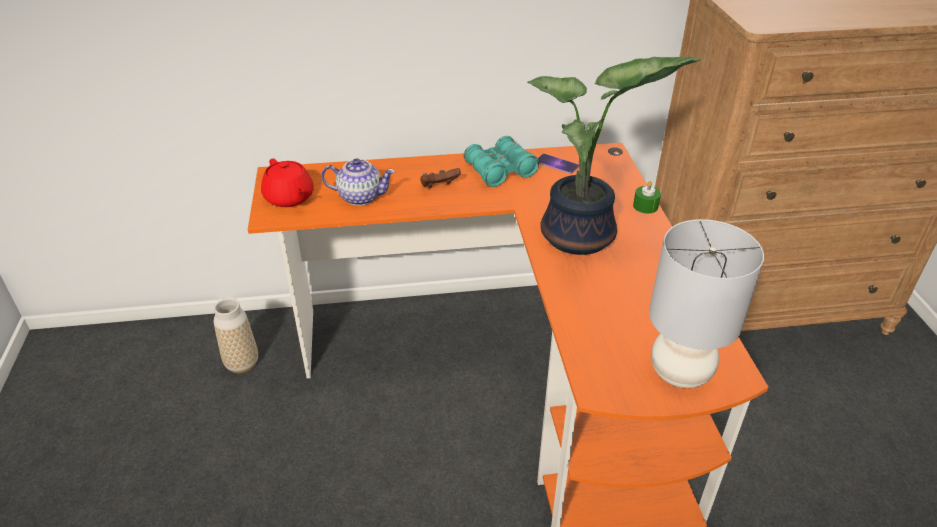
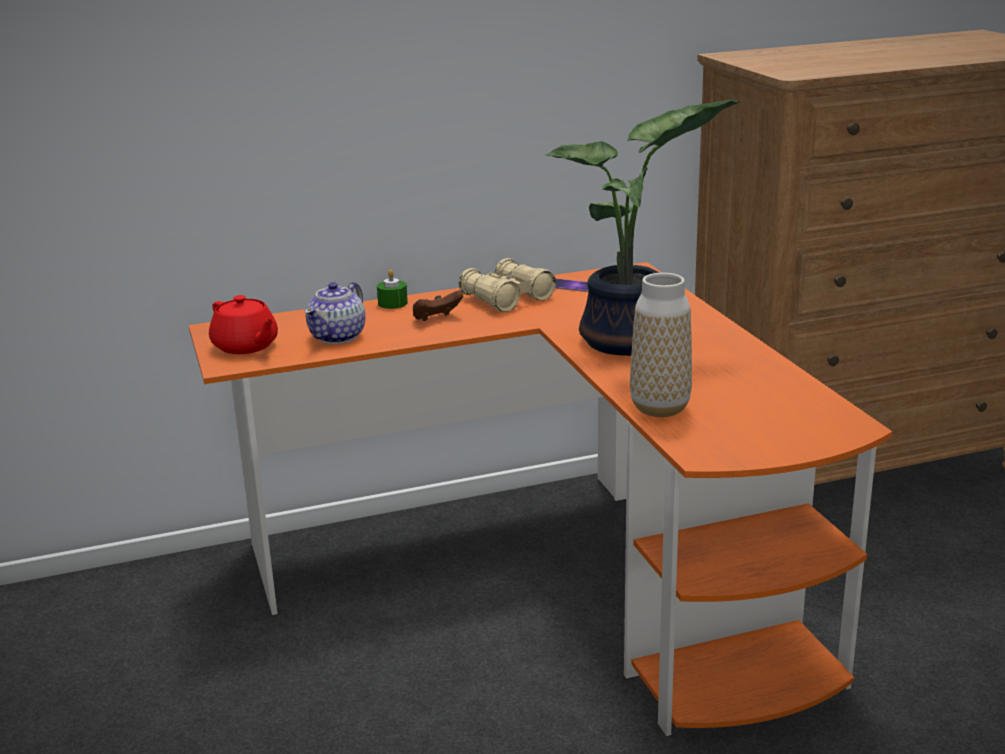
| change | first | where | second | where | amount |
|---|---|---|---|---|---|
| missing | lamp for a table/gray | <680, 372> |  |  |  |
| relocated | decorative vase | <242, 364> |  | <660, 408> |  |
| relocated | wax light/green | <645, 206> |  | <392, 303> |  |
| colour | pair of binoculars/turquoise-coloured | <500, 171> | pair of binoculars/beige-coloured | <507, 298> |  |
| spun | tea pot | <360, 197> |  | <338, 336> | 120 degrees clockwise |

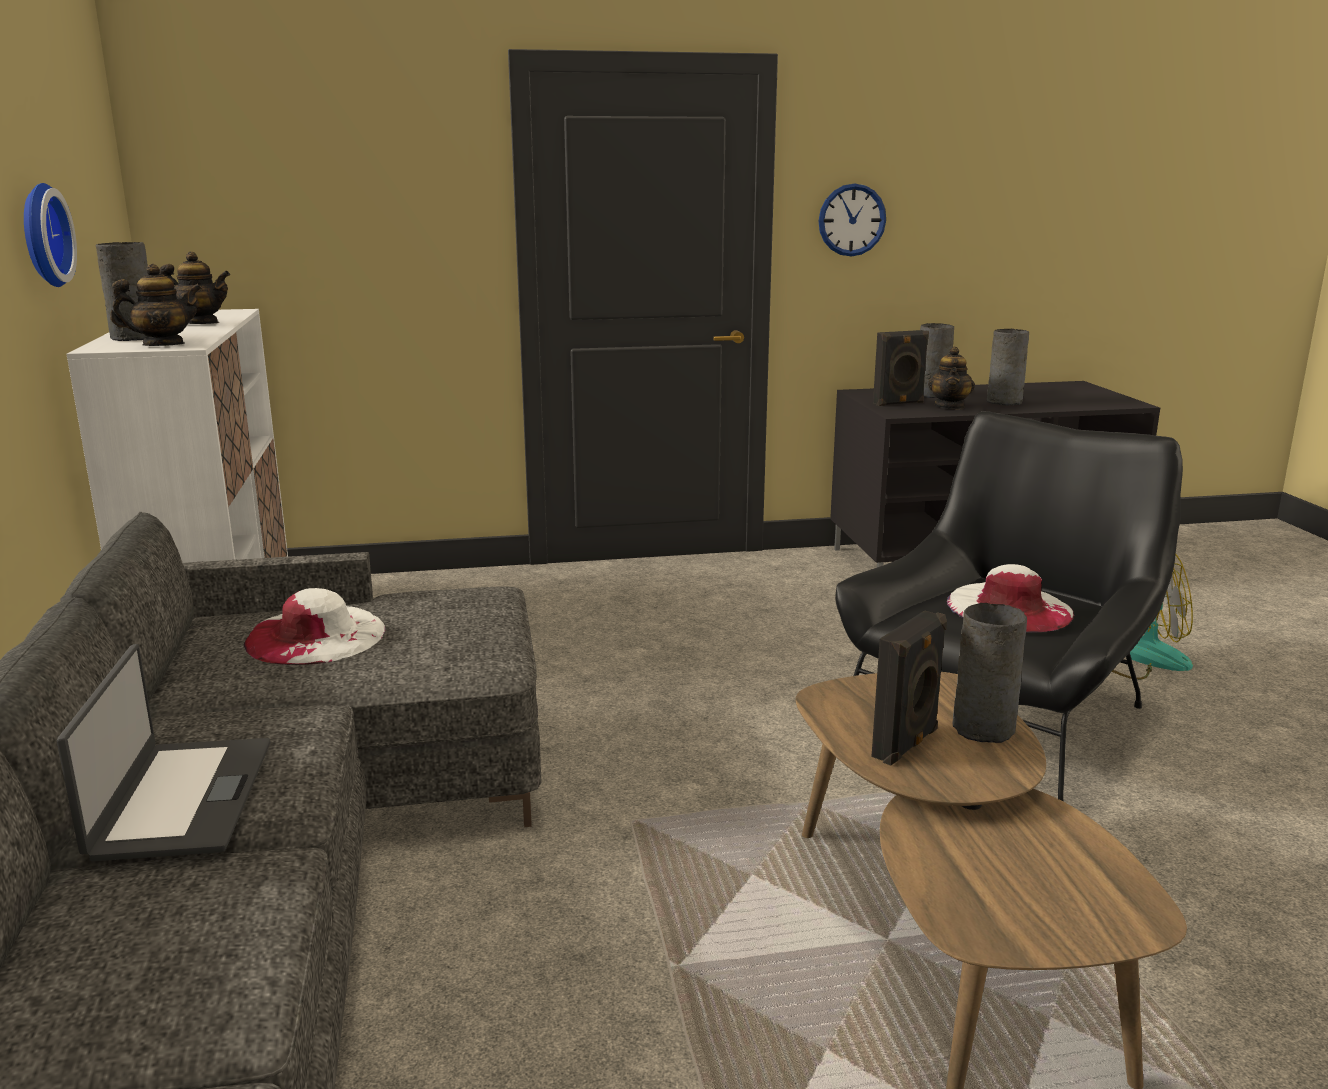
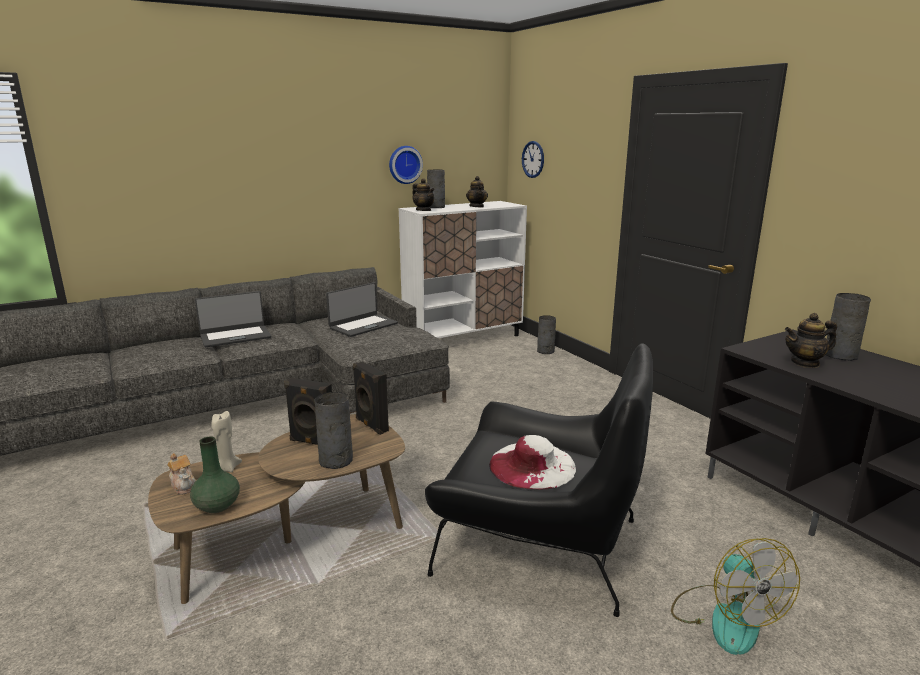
| change | first | where | second | where | amount |
|---|---|---|---|---|---|
| appeared |  |  | tea pot | <184, 485> |  |
| appeared |  |  | decorative vase/green | <216, 506> |  |
| appeared |  |  | wax light/beige-coloured | <227, 468> |  |
| relocated | clock on the wall | <852, 220> |  | <533, 159> |  |
| relocated | audio speaker/blackish | <899, 403> |  | <371, 425> |  |
| relocated | decorative vase/gray | <1005, 402> |  | <545, 351> |  |
| exchanged | wearable hat/whitish | <316, 636> | portable computer | <363, 326> |  |

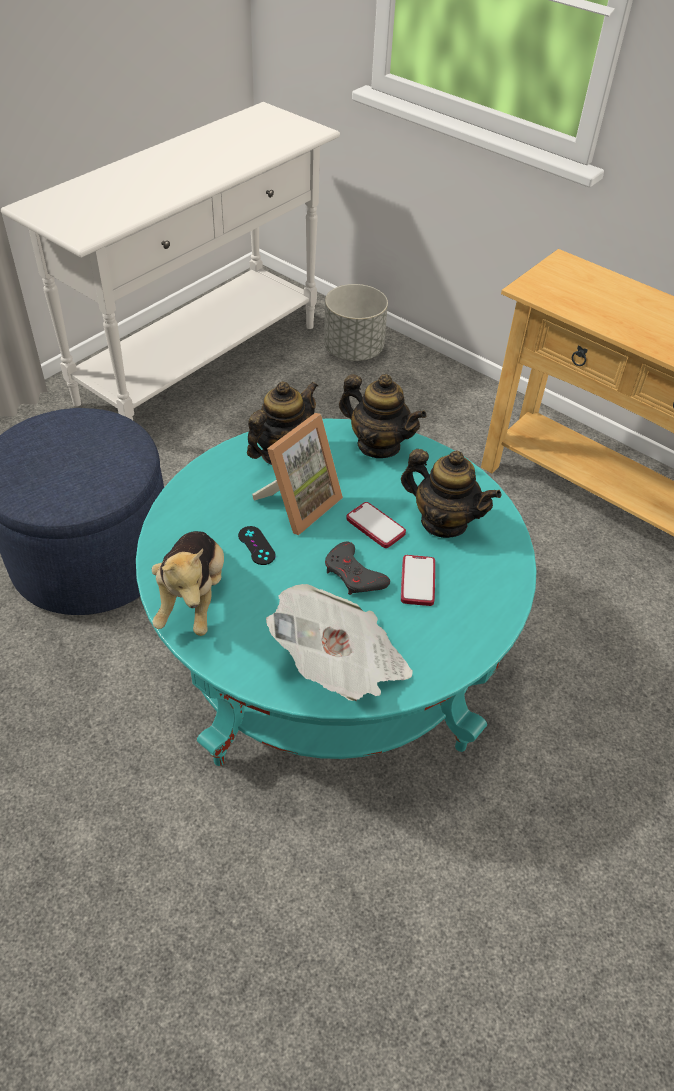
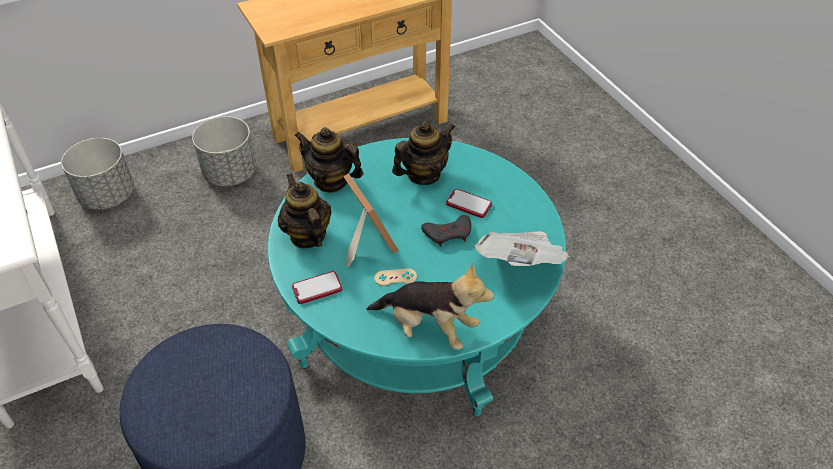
| change | first | where | second | where | amount |
|---|---|---|---|---|---|
| appeared |  |  | planter/gray | <230, 173> |  |
| relocated | handset | <375, 526> |  | <317, 288> |  |
| colour | gamepad/blackish | <256, 545> | gamepad/beige-coloured | <395, 277> |  |
| spun | tea pot | <378, 445> |  | <331, 181> | 120 degrees counterclockwise |

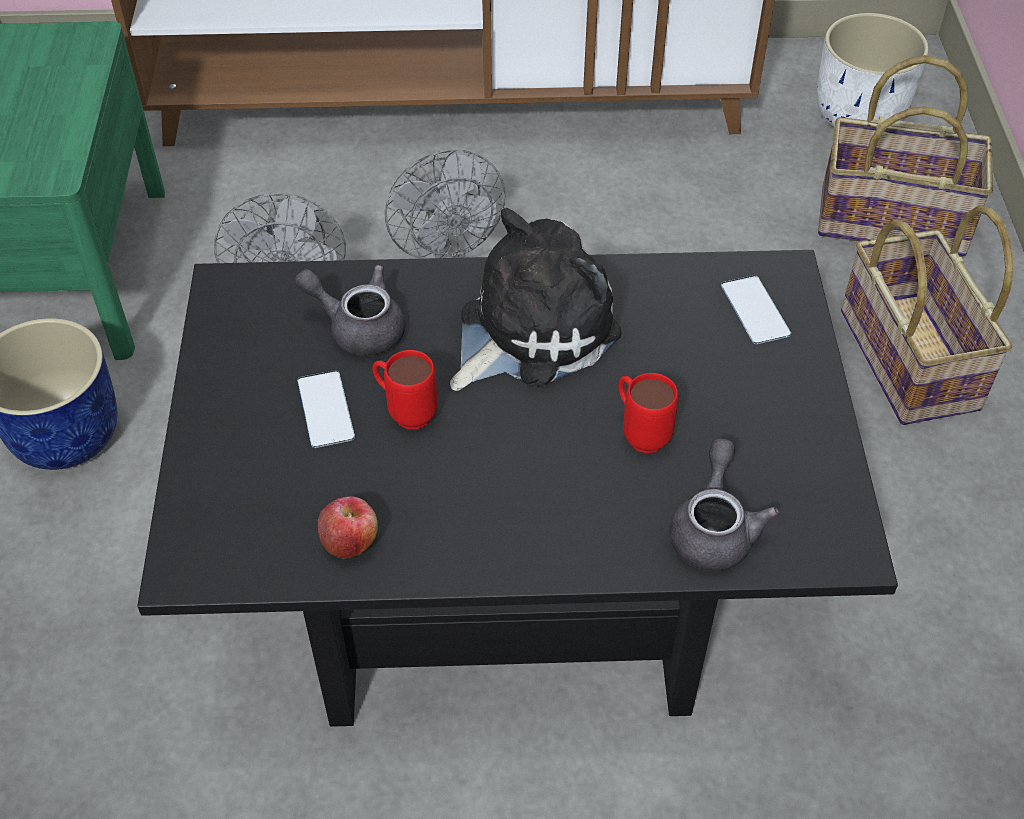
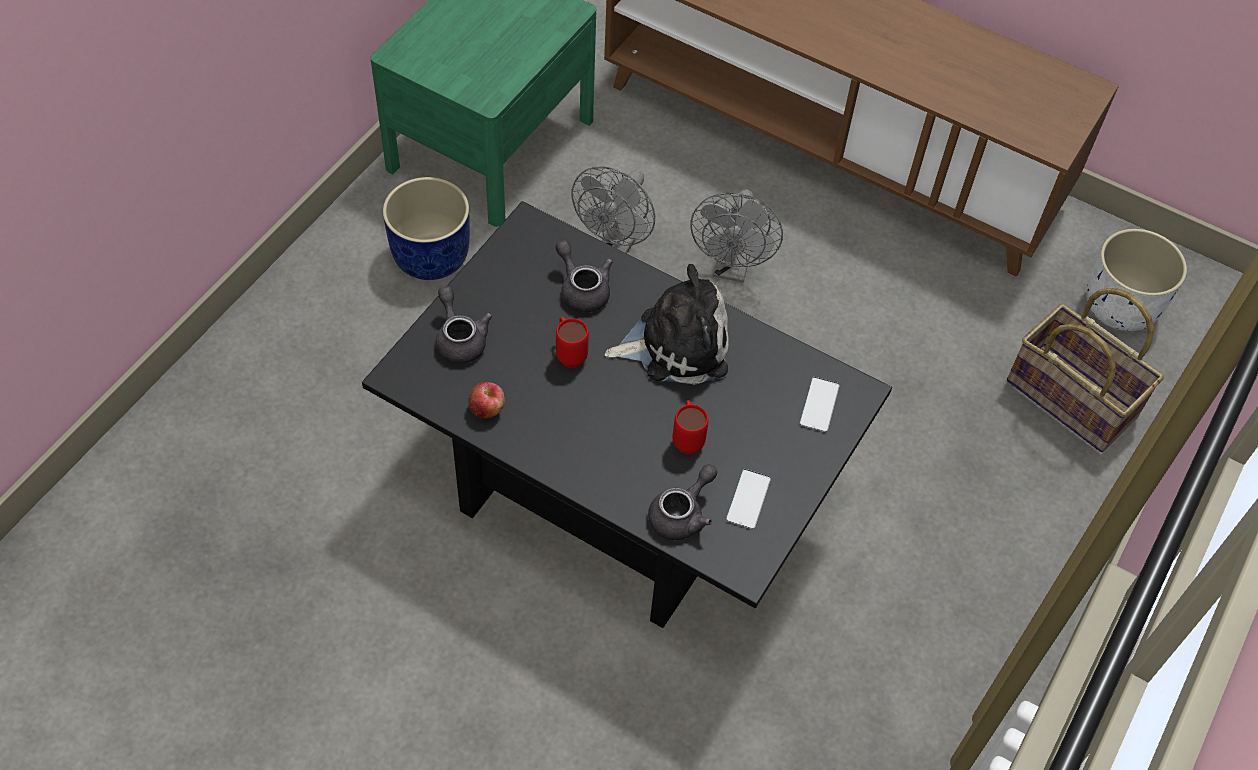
| change | first | where | second | where | amount |
|---|---|---|---|---|---|
| missing | basket | <905, 359> |  |  |  |
| appeared |  |  | tea pot/gray | <460, 339> |  |
| relocated | handset | <325, 409> |  | <748, 499> |  |

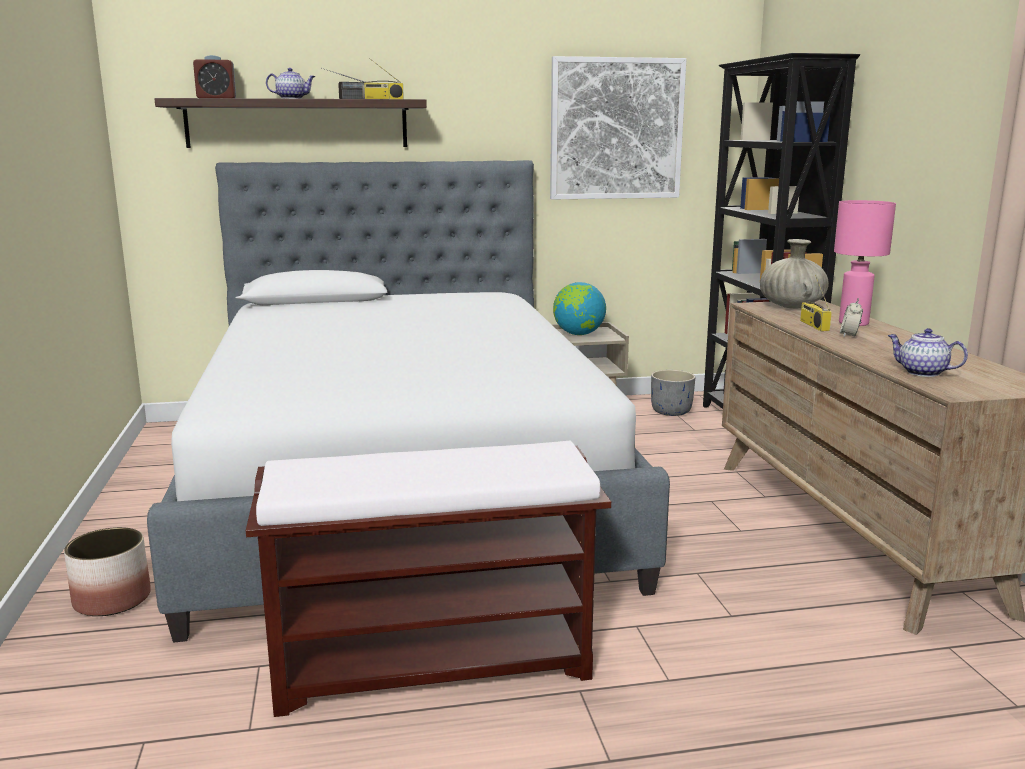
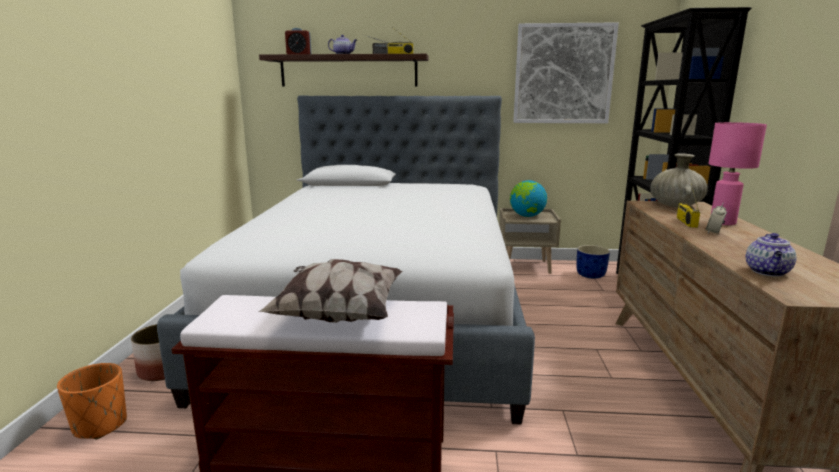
| change | first | where | second | where | amount |
|---|---|---|---|---|---|
| appeared |  |  | planter/orange | <100, 425> |  |
| appeared |  |  | cushion | <338, 314> |  |
| colour | planter/gray | <672, 412> | planter/blue-coloured | <591, 275> |  |
| spun | tea pot | <921, 372> |  | <768, 272> | 120 degrees counterclockwise |

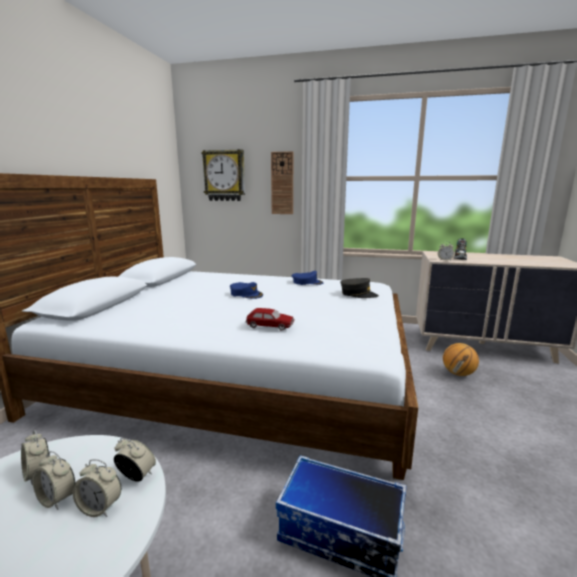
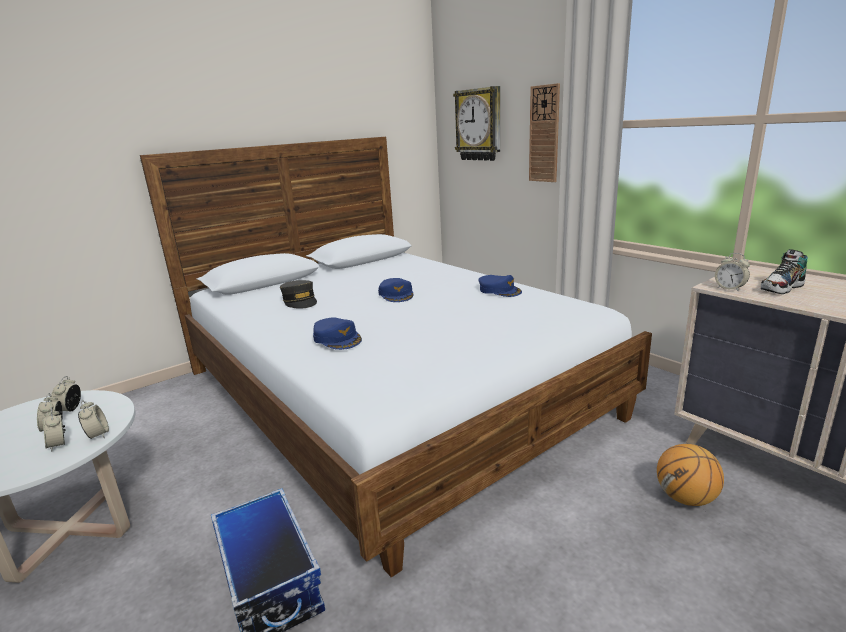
| change | first | where | second | where | amount |
|---|---|---|---|---|---|
| relocated | peaked cap/gray | <358, 294> |  | <300, 301> |  |
| exchanged | miniature car | <270, 326> | peaked cap/blue-coloured | <338, 339> |  |

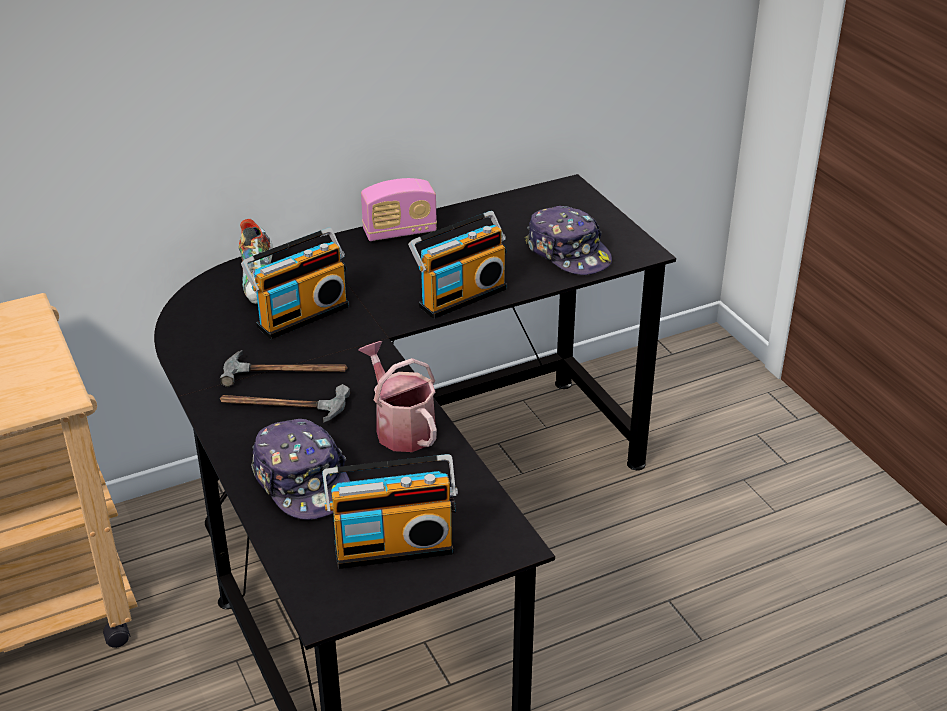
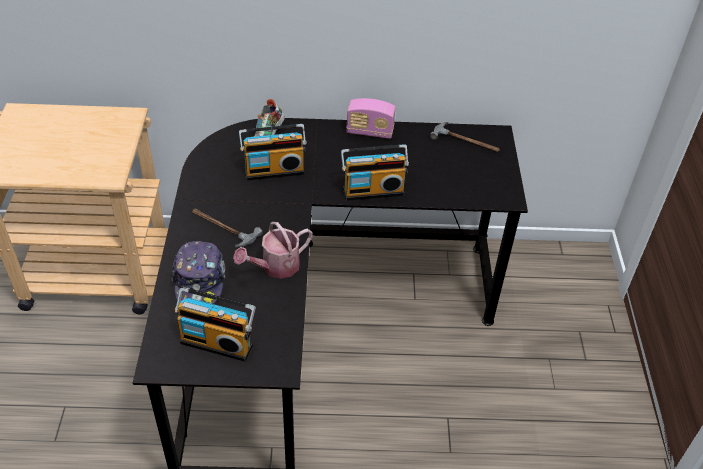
| change | first | where | second | where | amount |
|---|---|---|---|---|---|
| missing | peaked cap | <568, 253> |  |  |  |
| relocated | hand hammer | <286, 371> |  | <466, 141> |  |
| spun | watering can | <401, 427> |  | <276, 267> | 120 degrees counterclockwise |

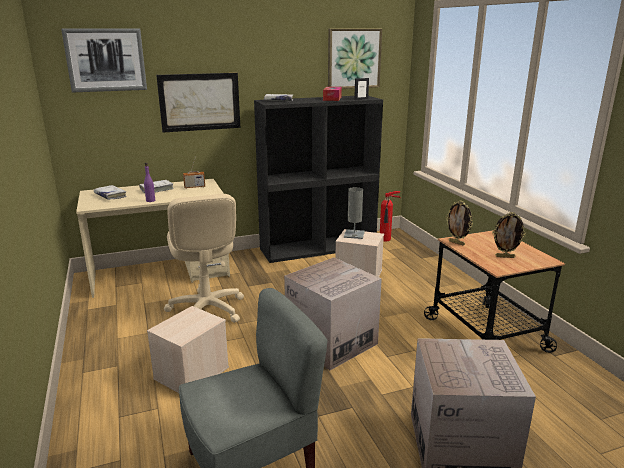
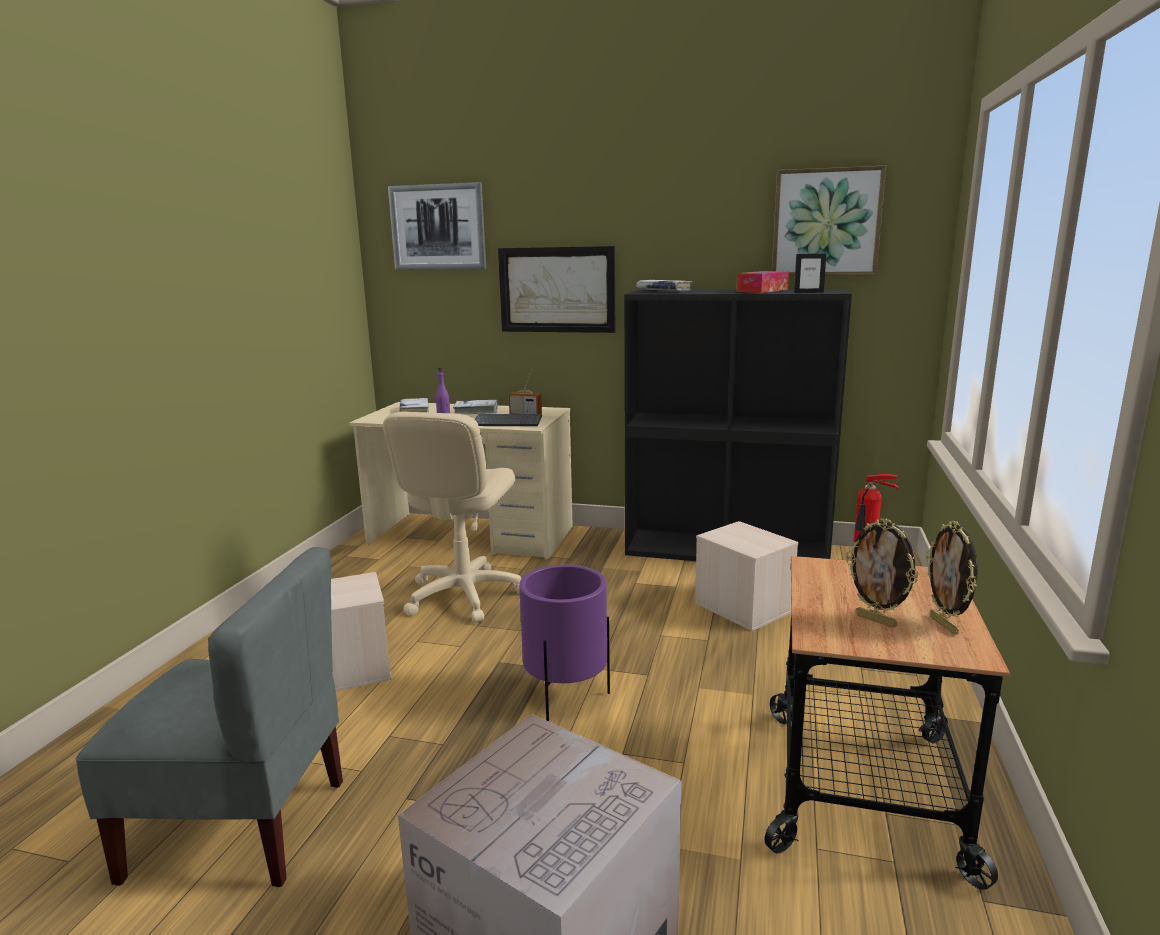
| change | first | where | second | where | amount |
|---|---|---|---|---|---|
| missing | lamp for a table/gray | <354, 234> |  |  |  |
| appeared |  |  | keyboard | <508, 422> |  |
| relocated | picture frame | <457, 243> |  | <945, 625> |  |
| exchanged | packing box | <331, 342> | planter/purple | <566, 697> |  |

